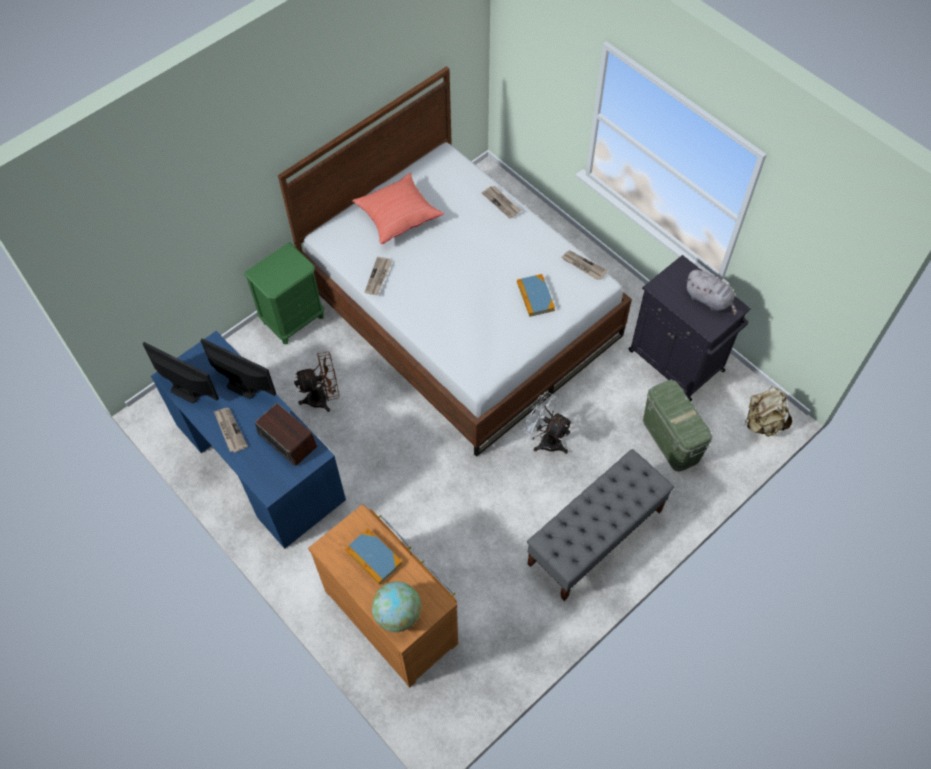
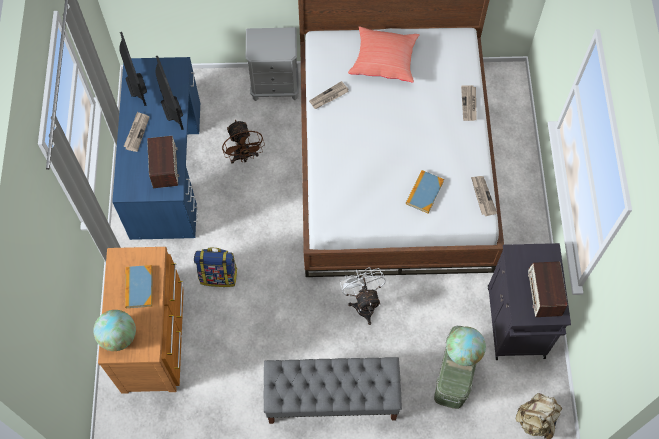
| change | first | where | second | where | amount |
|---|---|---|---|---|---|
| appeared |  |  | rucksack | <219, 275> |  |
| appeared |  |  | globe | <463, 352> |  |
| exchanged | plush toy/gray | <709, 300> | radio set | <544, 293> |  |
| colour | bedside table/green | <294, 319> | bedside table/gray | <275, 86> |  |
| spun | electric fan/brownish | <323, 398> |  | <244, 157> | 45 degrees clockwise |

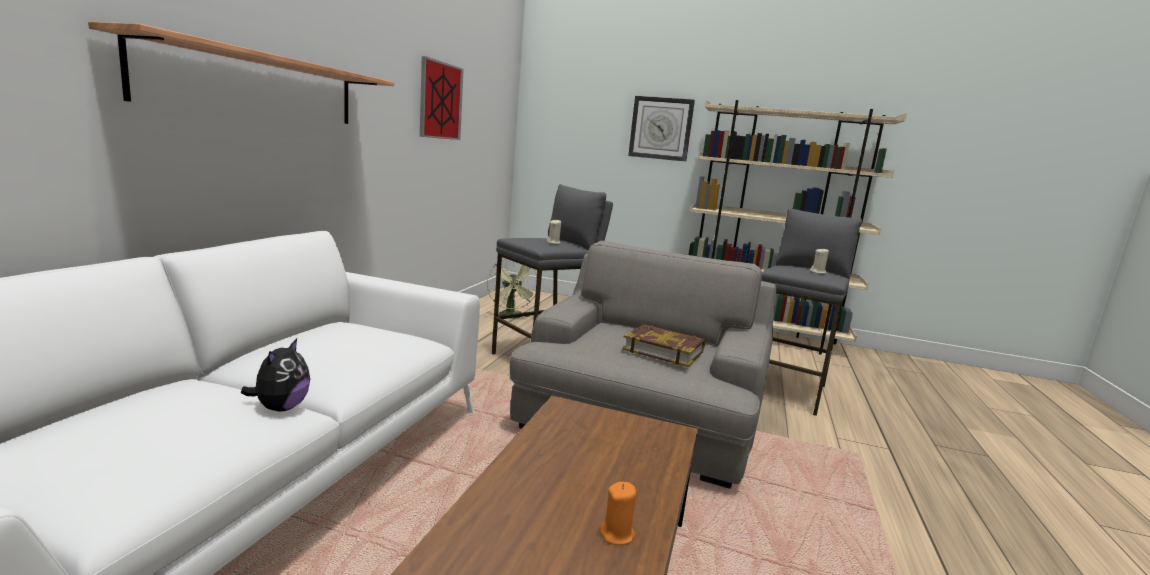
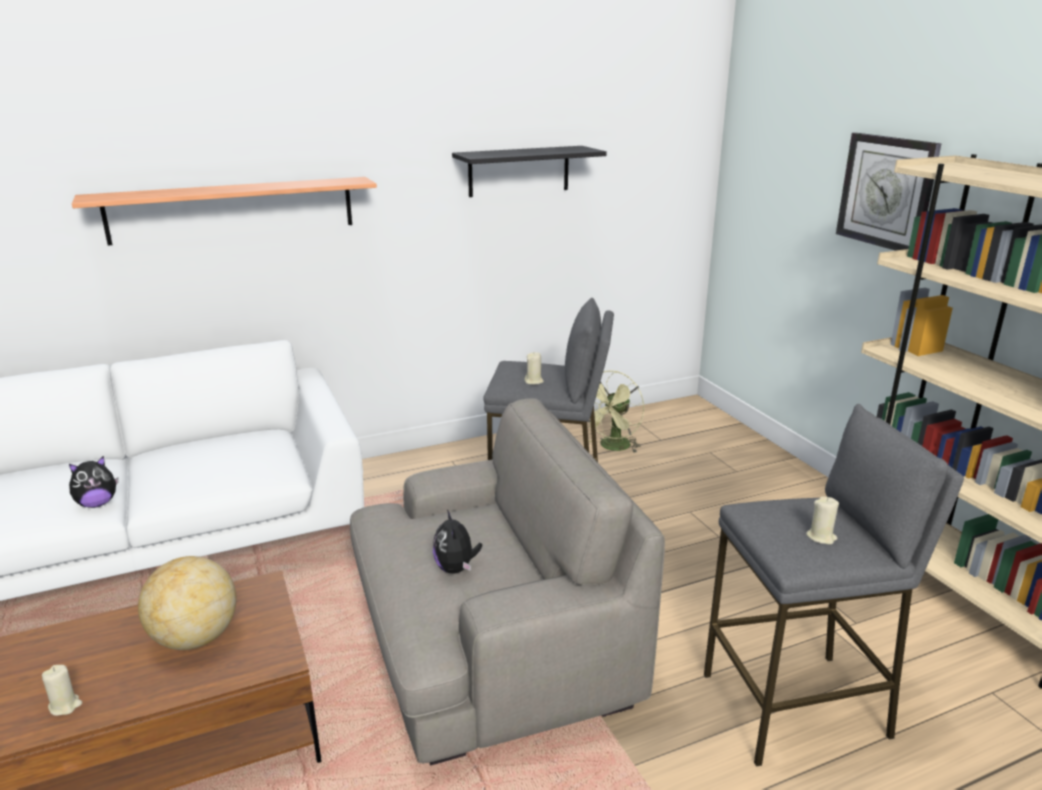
| change | first | where | second | where | amount |
|---|---|---|---|---|---|
| appeared |  |  | globe | <195, 638> |  |
| exchanged | picture | <440, 101> | bracket shelf/blackish | <519, 171> |  |
| exchanged | volume | <663, 350> | plush toy | <456, 568> |  |
| colour | wax light/orange | <617, 534> | wax light/beige-coloured | <65, 705> |  |

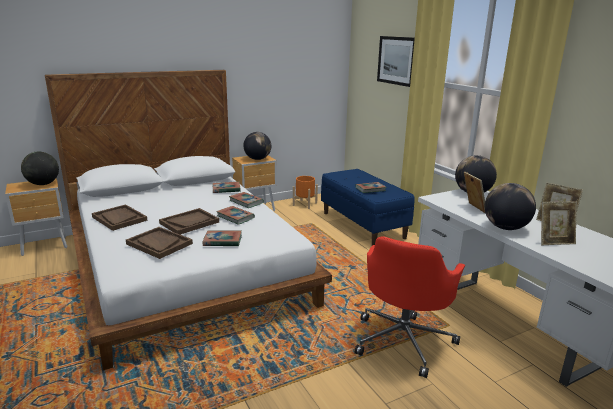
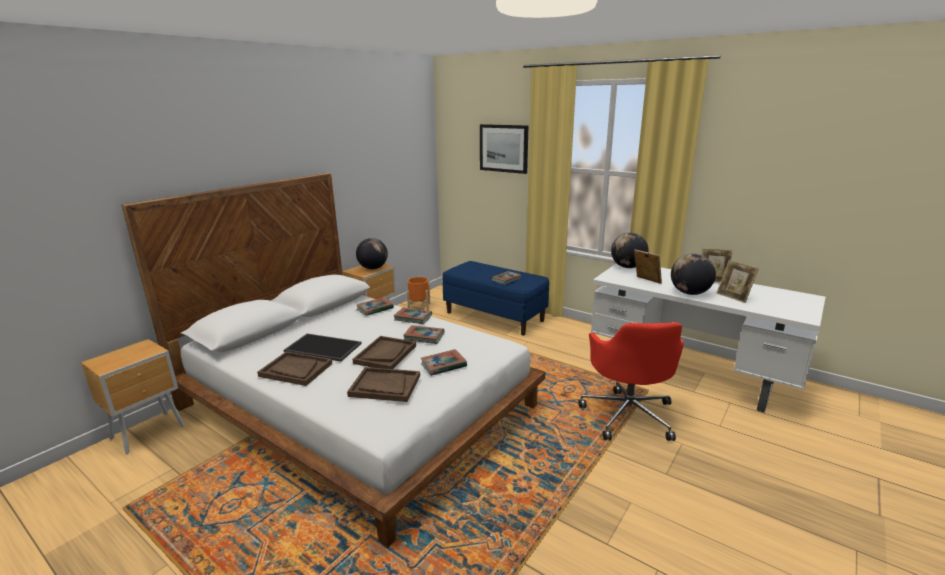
| change | first | where | second | where | amount |
|---|---|---|---|---|---|
| missing | globe | <43, 184> |  |  |  |
| appeared |  |  | tray | <322, 348> |  |
| spun | picture frame | <554, 242> |  | <733, 297> | 90 degrees clockwise |

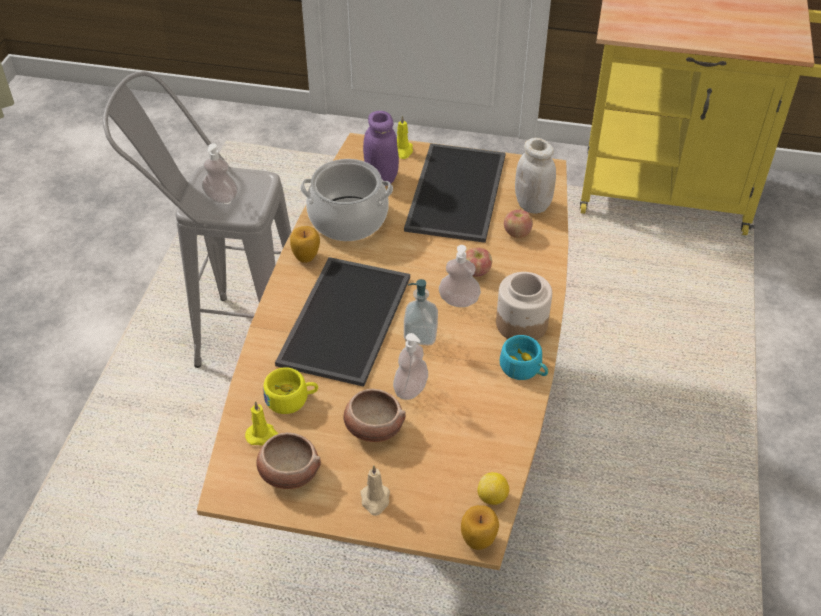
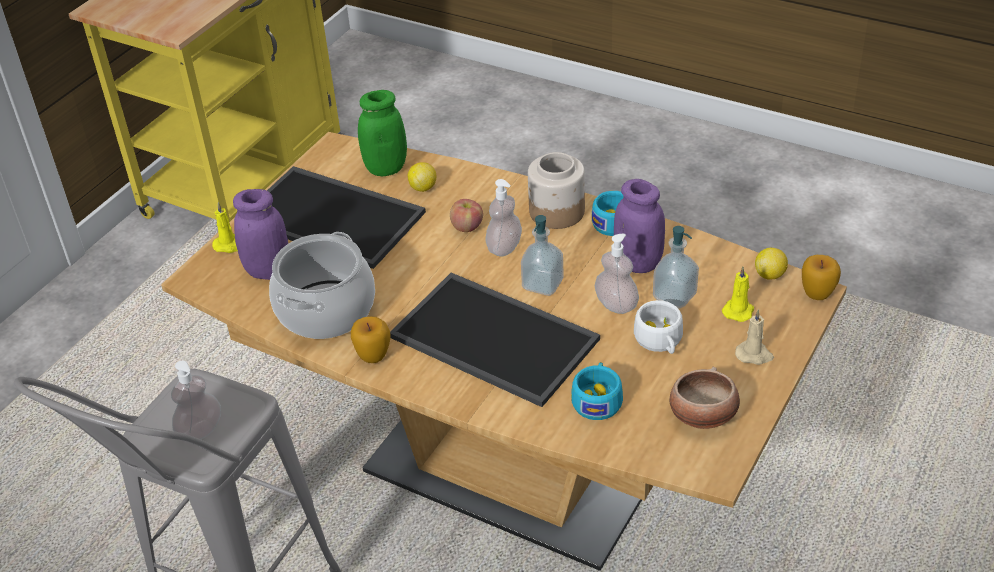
| change | first | where | second | where | amount |
|---|---|---|---|---|---|
| appeared |  |  | preserve jar/purple | <638, 263> |  |
| appeared |  |  | soap bottle | <674, 296> |  |
| relocated | wax light/yellow | <263, 436> |  | <738, 310> |  |
| exchanged | bowl | <373, 428> | cup/whitish | <660, 341> |  |
| exchanged | whole apple | <517, 233> | lemon | <423, 187> |  |
| colour | cup/yellow | <292, 399> | cup/turquoise-coloured | <597, 399> |  |
| colour | preserve jar/whitish | <532, 205> | preserve jar/green | <386, 168> |  |

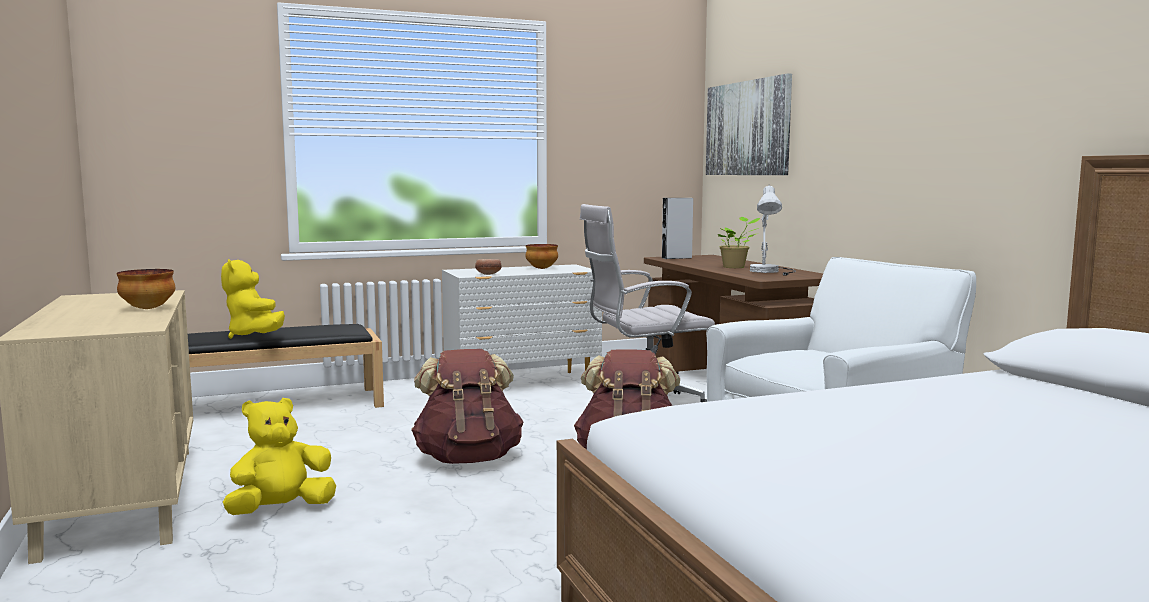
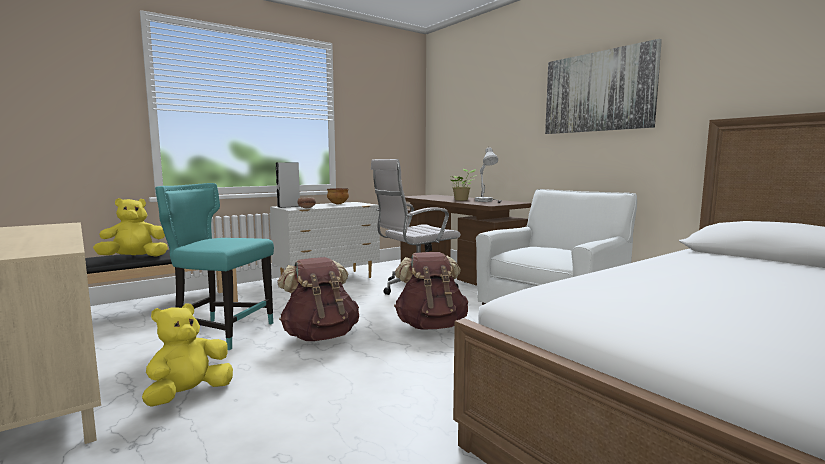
| change | first | where | second | where | amount |
|---|---|---|---|---|---|
| missing | bowl | <148, 308> |  |  |  |
| appeared |  |  | plain chair/turquoise-coloured | <221, 332> |  |
| relocated | audio speaker/gray | <676, 258> |  | <288, 206> |  |
| relocated | picture | <747, 128> |  | <598, 92> |  |
| spun | plush toy/yellow | <254, 336> |  | <134, 258> | 105 degrees clockwise |

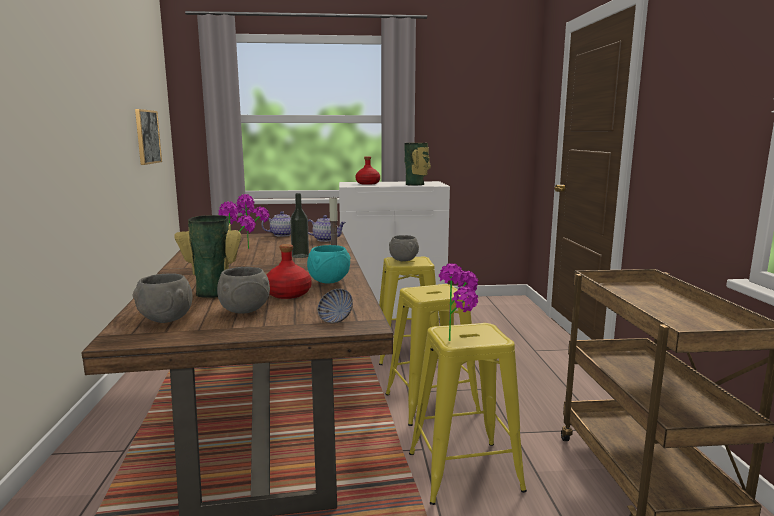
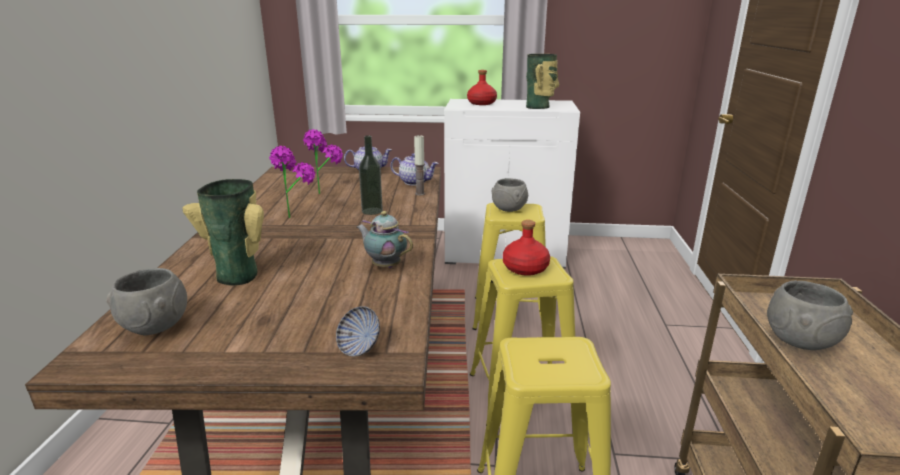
| change | first | where | second | where | amount |
|---|---|---|---|---|---|
| missing | picture | <147, 137> |  |  |  |
| missing | houseplant | <459, 340> |  |  |  |
| relocated | bowl/gray | <245, 311> |  | <798, 341> |  |
| relocated | drink bottle/reddish | <287, 294> |  | <525, 268> |  |
| exchanged | bowl/turquoise-coloured | <329, 282> | tea pot | <385, 266> |  |

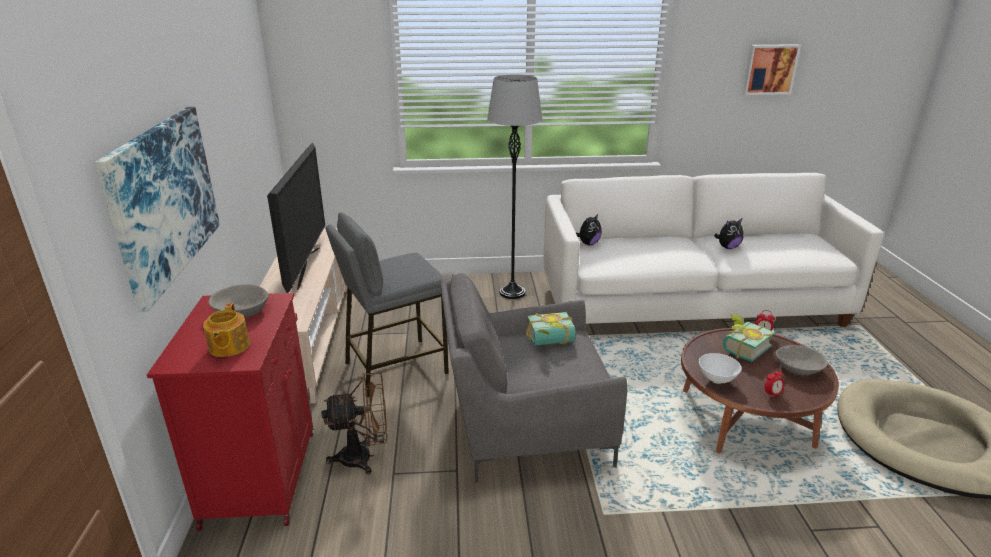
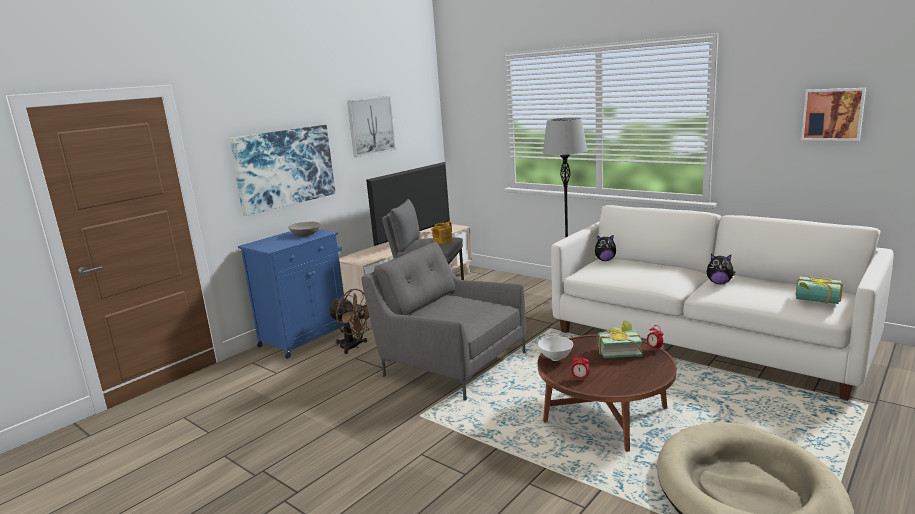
| change | first | where | second | where | amount |
|---|---|---|---|---|---|
| missing | bowl/gray | <798, 368> |  |  |  |
| appeared |  |  | picture | <371, 126> |  |
| relocated | tea pot | <228, 347> |  | <442, 241> |  |
| relocated | volume | <551, 342> |  | <817, 301> |  |
| colour | storage cabinet/reddish | <261, 475> | storage cabinet/blue-coloured | <306, 337> |  |

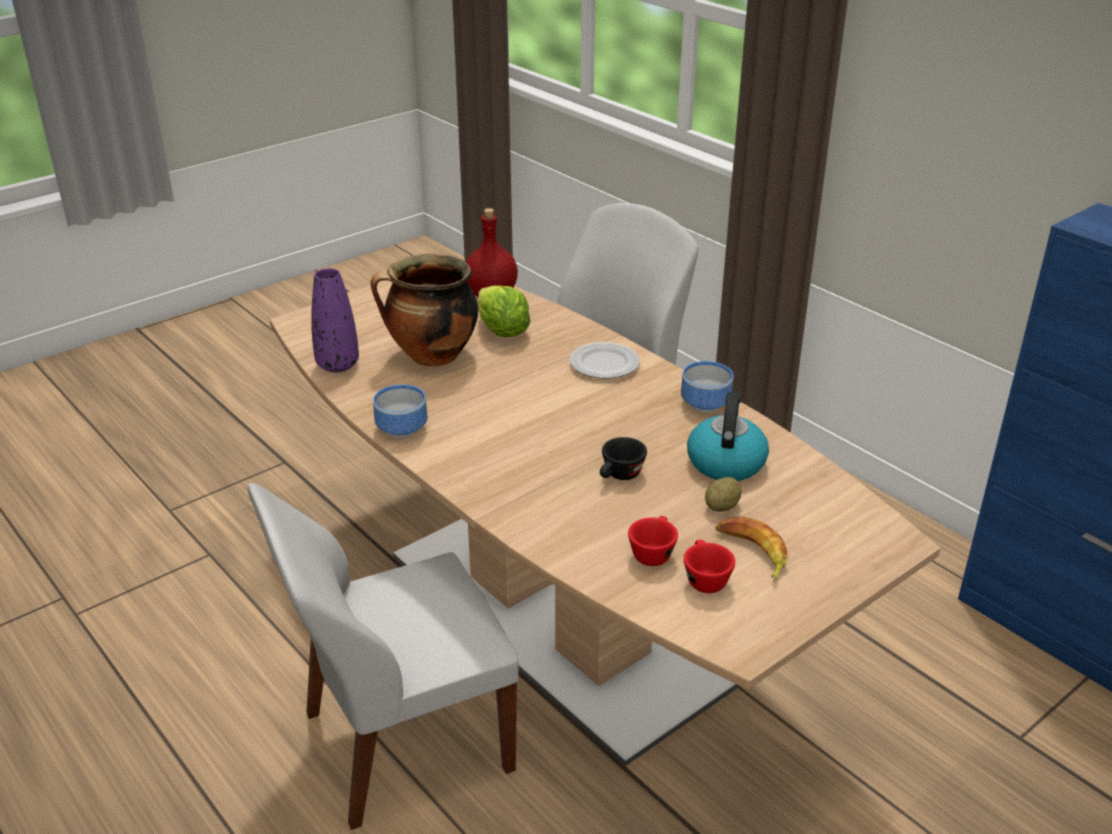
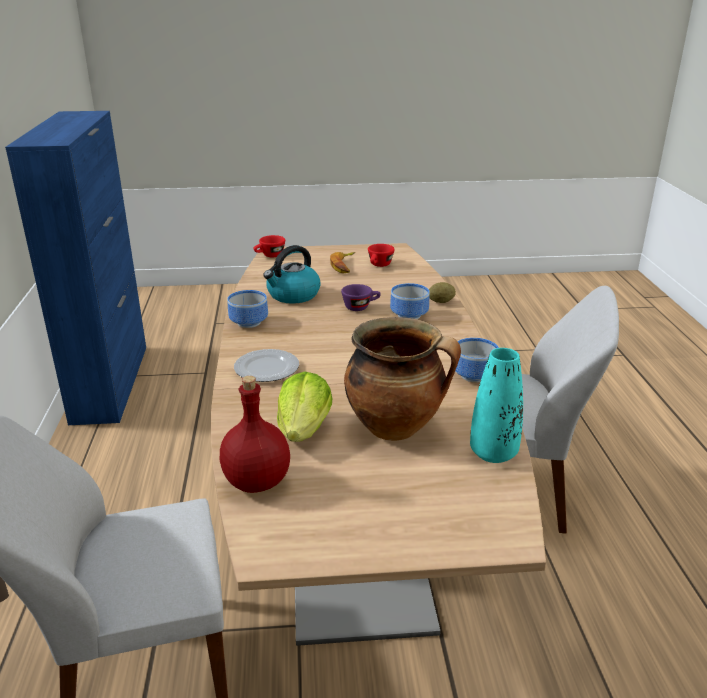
| change | first | where | second | where | amount |
|---|---|---|---|---|---|
| appeared |  |  | bowl | <410, 316> |  |
| relocated | cup/reddish | <653, 552> |  | <269, 256> |  |
| relocated | potato | <722, 507> |  | <441, 302> |  |
| colour | decorative vase/purple | <337, 365> | decorative vase/turquoise-coloured | <493, 453> |  |
| colour | cup/blackish | <620, 476> | cup/purple | <361, 307> |  |

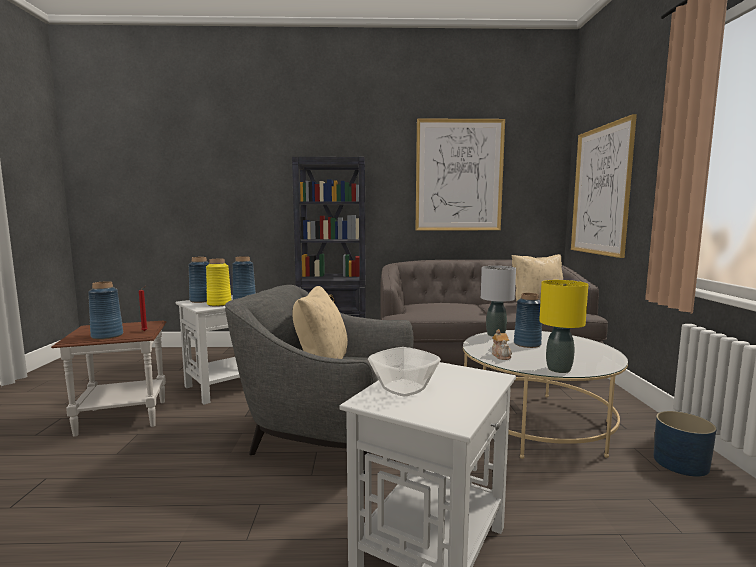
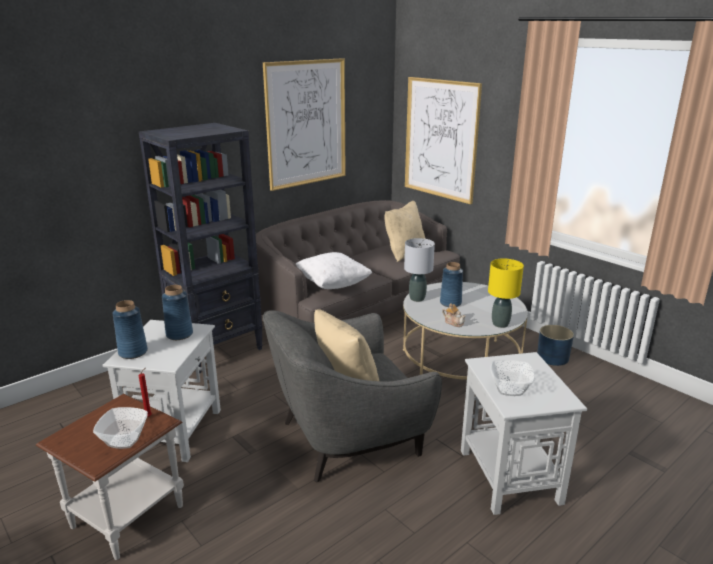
| change | first | where | second | where | amount |
|---|---|---|---|---|---|
| missing | decorative vase/yellow | <219, 304> |  |  |  |
| appeared |  |  | cushion/whitish | <333, 284> |  |
| exchanged | decorative vase/blue-coloured | <107, 336> | bowl | <125, 440> |  |

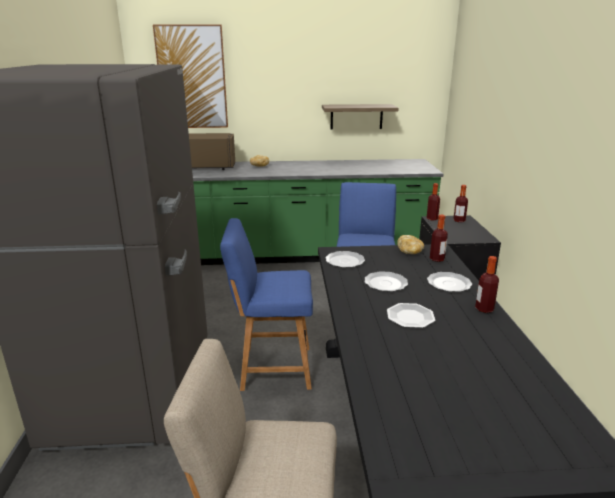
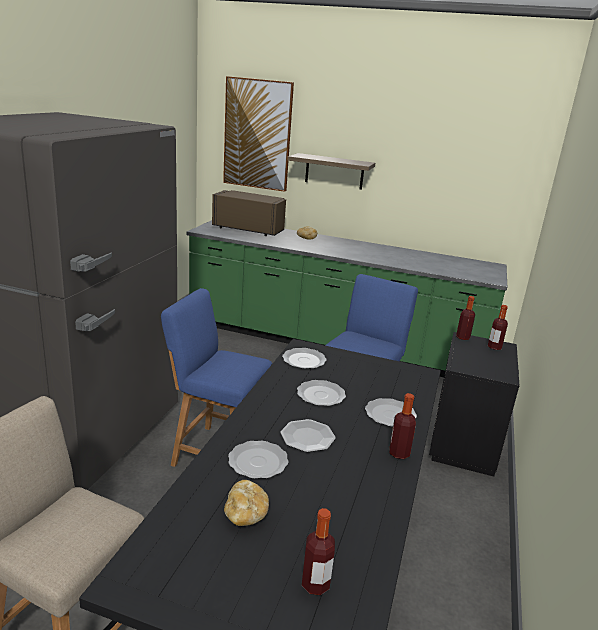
| change | first | where | second | where | amount |
|---|---|---|---|---|---|
| appeared |  |  | flat dish | <258, 462> |  |
| relocated | bracket shelf | <356, 116> |  | <334, 171> |  |
| relocated | bread | <410, 251> |  | <245, 514> |  |
| relocated | drink bottle | <437, 259> |  | <315, 584> |  |

